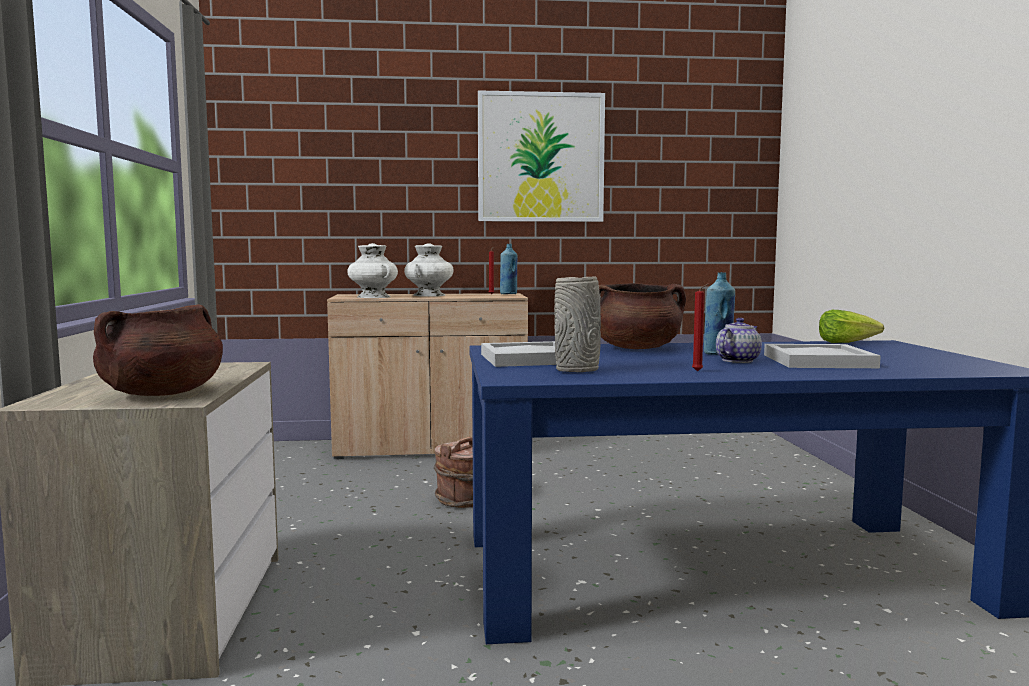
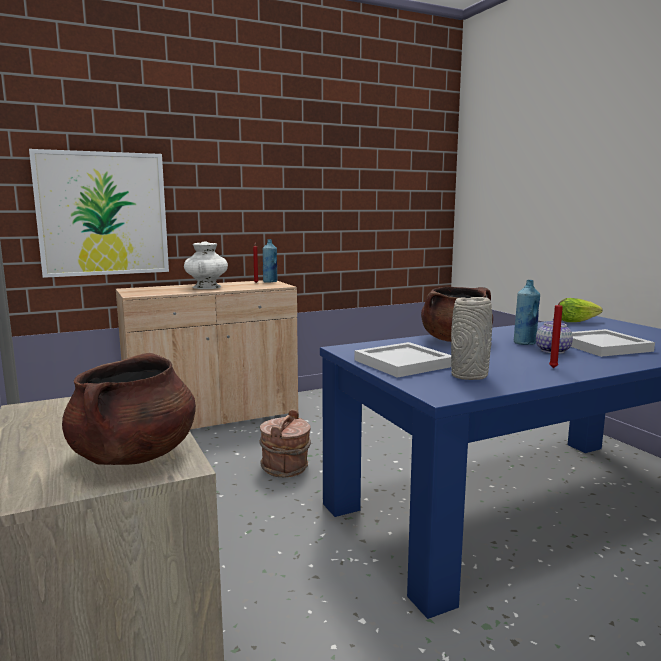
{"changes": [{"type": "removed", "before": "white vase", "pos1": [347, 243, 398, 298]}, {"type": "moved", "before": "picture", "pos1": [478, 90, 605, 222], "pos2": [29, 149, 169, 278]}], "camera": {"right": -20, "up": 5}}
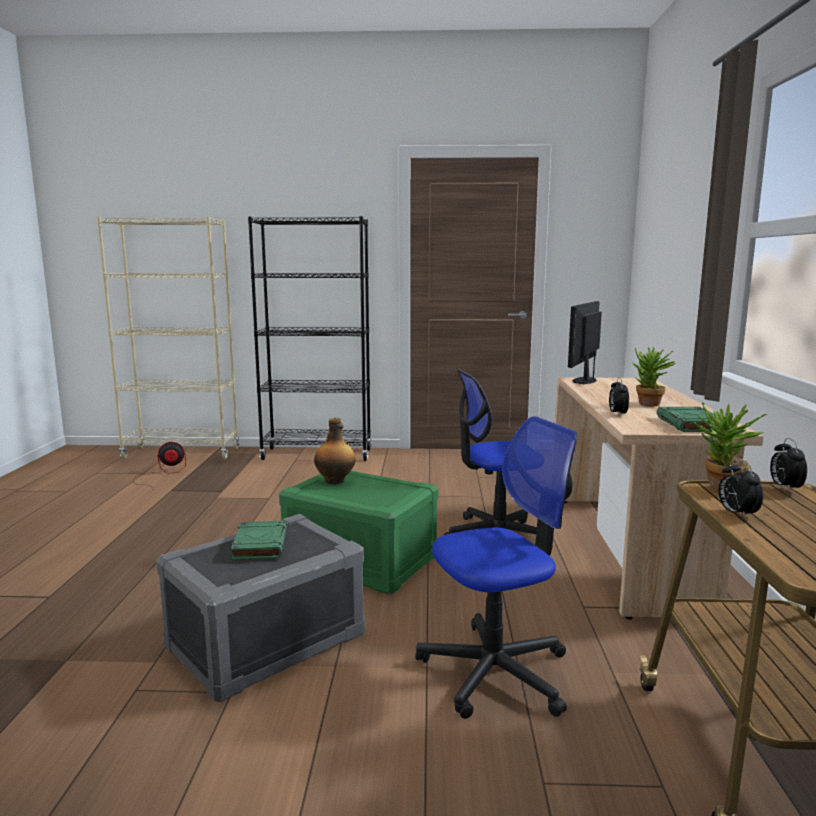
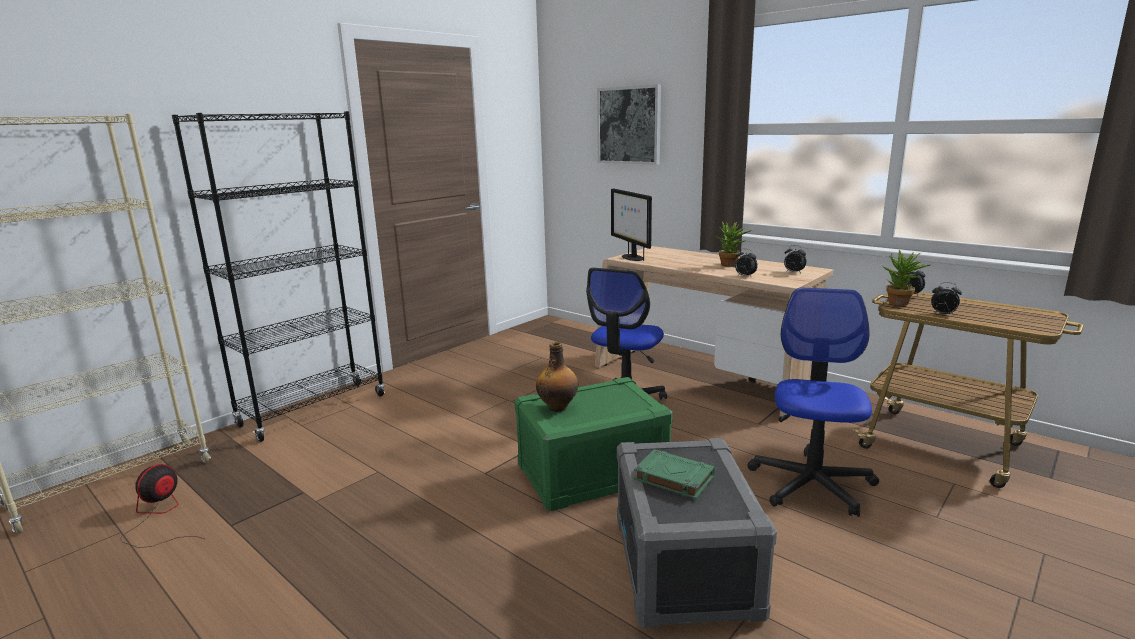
{"changes": [{"type": "added", "after": "picture", "pos2": [597, 84, 661, 165]}, {"type": "replaced", "before": "green book", "after": "alarm clock", "pos1": [657, 407, 716, 432], "pos2": [784, 245, 807, 273]}], "camera": {"right": -50, "up": 5}}
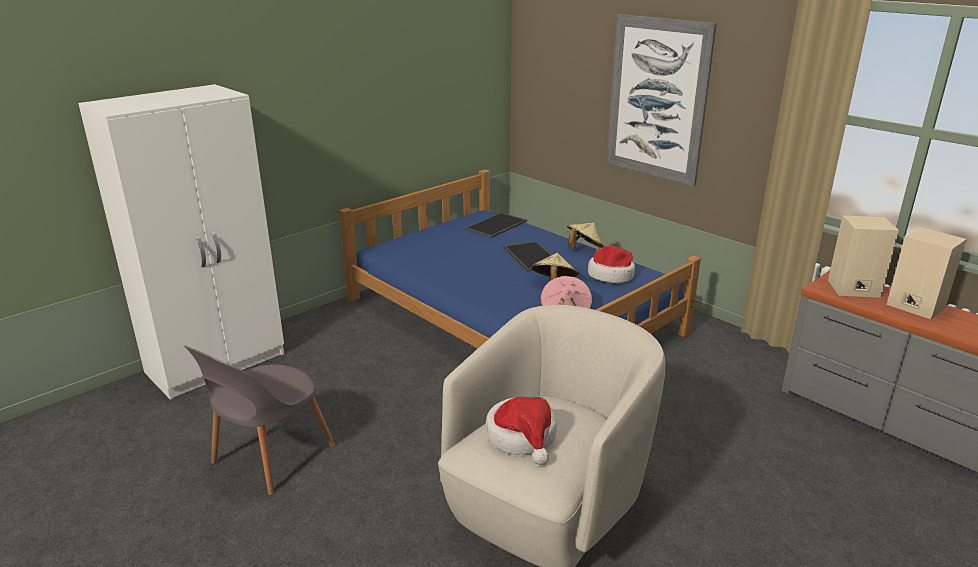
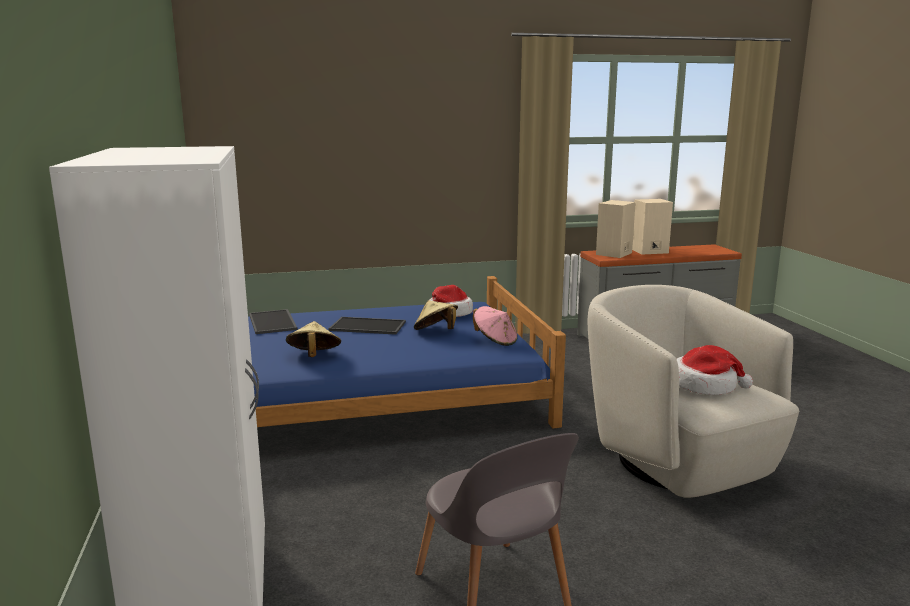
{"changes": [{"type": "removed", "before": "picture", "pos1": [607, 14, 717, 186]}, {"type": "moved", "before": "beige hat", "pos1": [567, 223, 604, 248], "pos2": [286, 321, 341, 357]}], "camera": {"right": -60, "up": -10}}
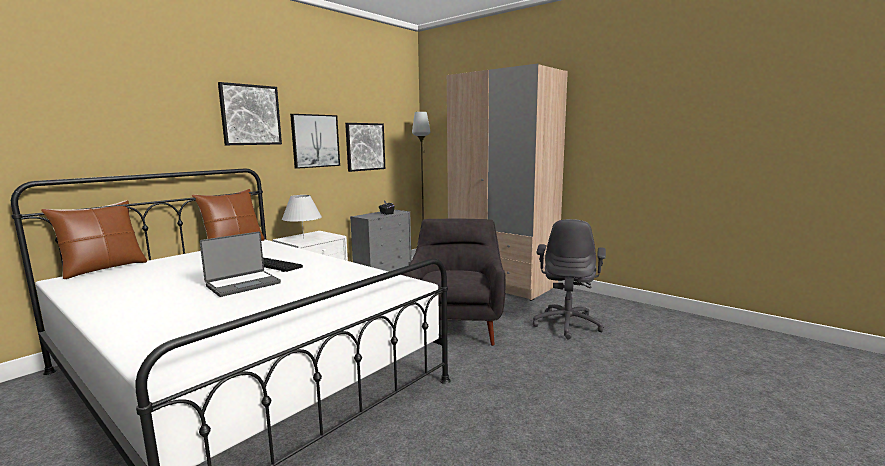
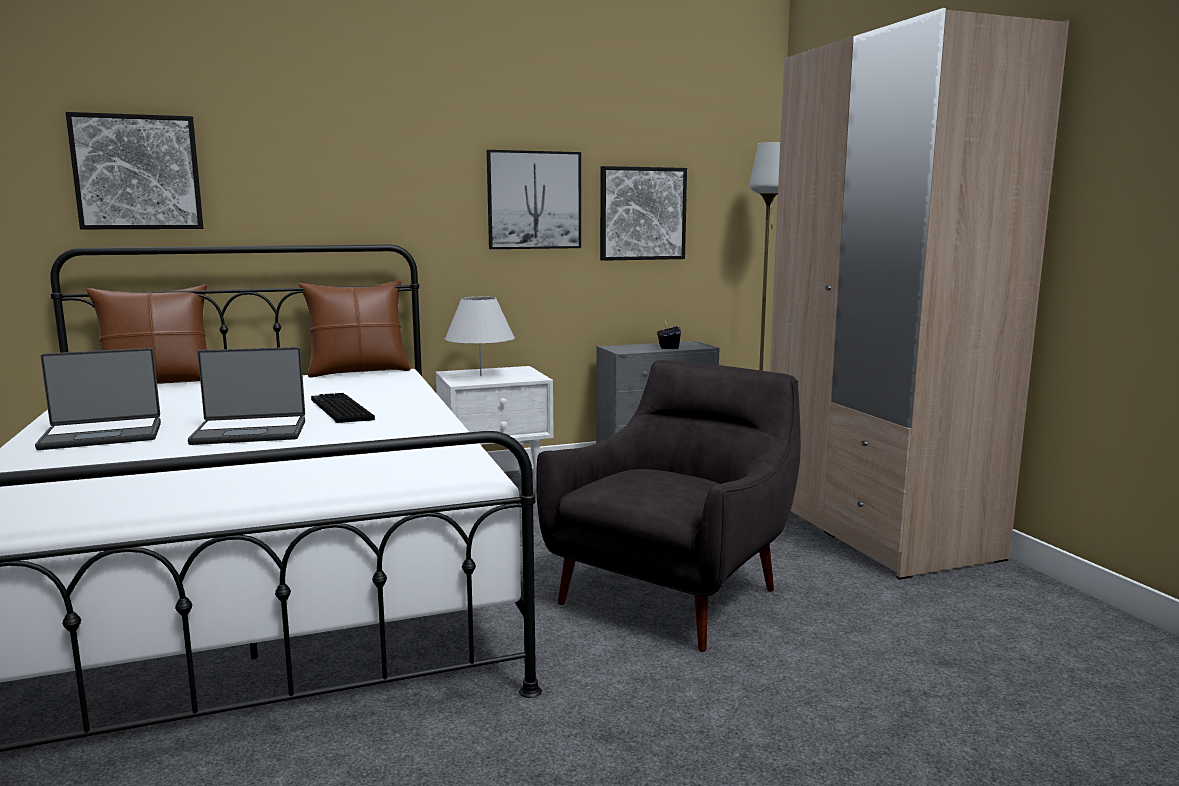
{"changes": [{"type": "removed", "before": "grey office chair", "pos1": [533, 219, 606, 339]}, {"type": "added", "after": "laptop", "pos2": [35, 348, 161, 450]}, {"type": "moved", "before": "picture", "pos1": [218, 82, 282, 145], "pos2": [66, 112, 204, 229]}], "camera": {"right": 30, "up": 0}}
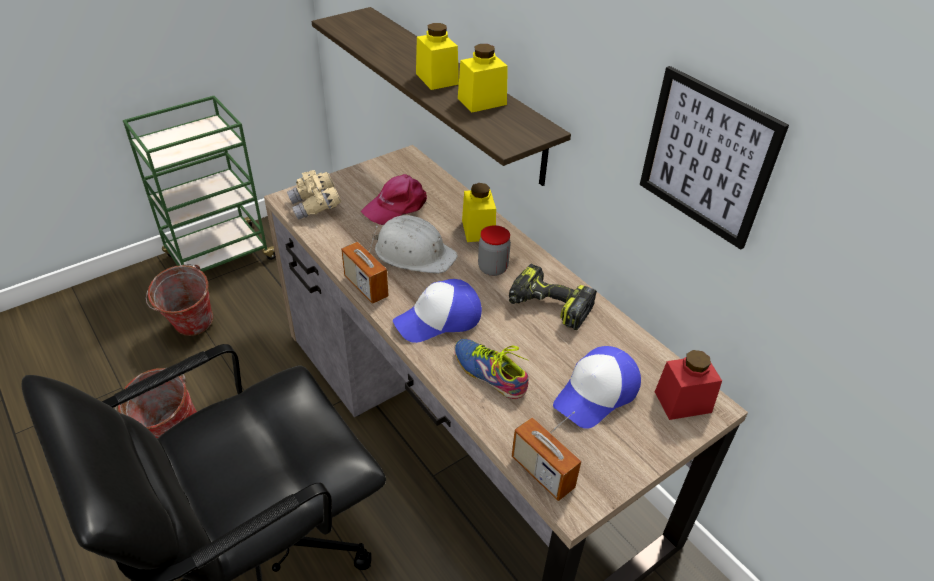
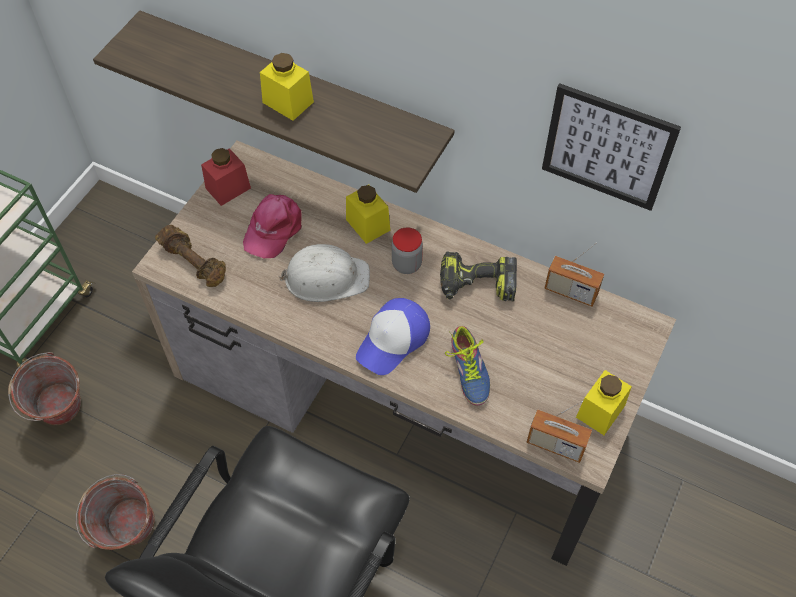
{"changes": [{"type": "removed", "before": "cap", "pos1": [553, 346, 641, 429]}, {"type": "moved", "before": "radio", "pos1": [341, 226, 389, 304], "pos2": [544, 243, 604, 307]}, {"type": "moved", "before": "yellow jar", "pos1": [458, 44, 508, 113], "pos2": [576, 370, 632, 435]}, {"type": "moved", "before": "red jar", "pos1": [655, 350, 722, 420], "pos2": [201, 148, 251, 206]}, {"type": "replaced", "before": "beige binoculars", "after": "brown dumbbell", "pos1": [287, 170, 341, 220], "pos2": [155, 225, 226, 287]}, {"type": "turned", "before": "shoe", "pos1": [455, 339, 529, 399], "pos2": [445, 326, 490, 405], "turn": -120}], "camera": {"right": -25, "up": 15}}
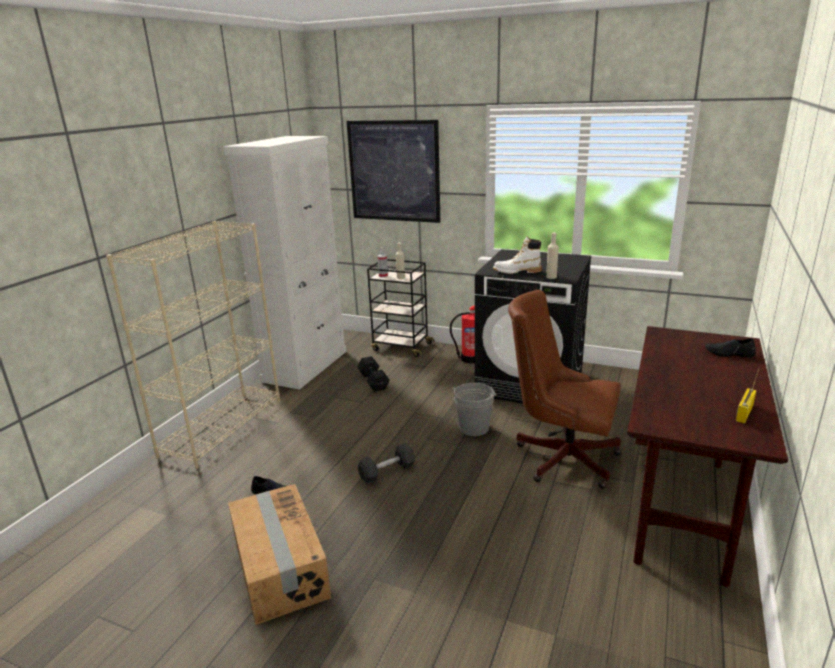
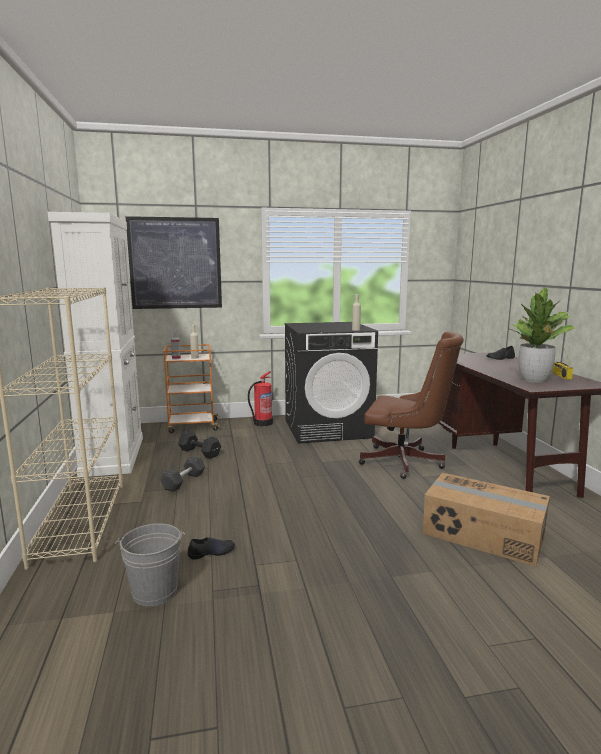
{"changes": [{"type": "removed", "before": "white boot", "pos1": [493, 236, 542, 274]}, {"type": "added", "after": "potted plant", "pos2": [507, 287, 574, 383]}, {"type": "moved", "before": "cardboard box", "pos1": [228, 484, 331, 625], "pos2": [423, 473, 550, 567]}, {"type": "moved", "before": "grey dumbbell", "pos1": [358, 443, 415, 484], "pos2": [161, 456, 205, 492]}, {"type": "moved", "before": "grey bucket", "pos1": [452, 383, 496, 436], "pos2": [115, 523, 185, 606]}, {"type": "recoloured", "before": "black cart", "after": "orange cart", "pos1": [367, 259, 435, 357], "pos2": [163, 344, 221, 433]}, {"type": "turned", "before": "brown office chair", "pos1": [508, 290, 621, 489], "pos2": [359, 331, 464, 479], "turn": -150}], "camera": {"right": -35, "up": -10}}
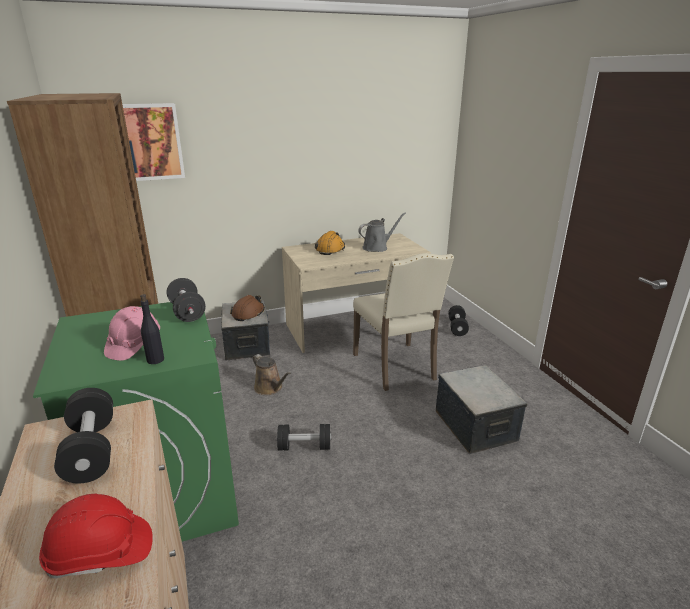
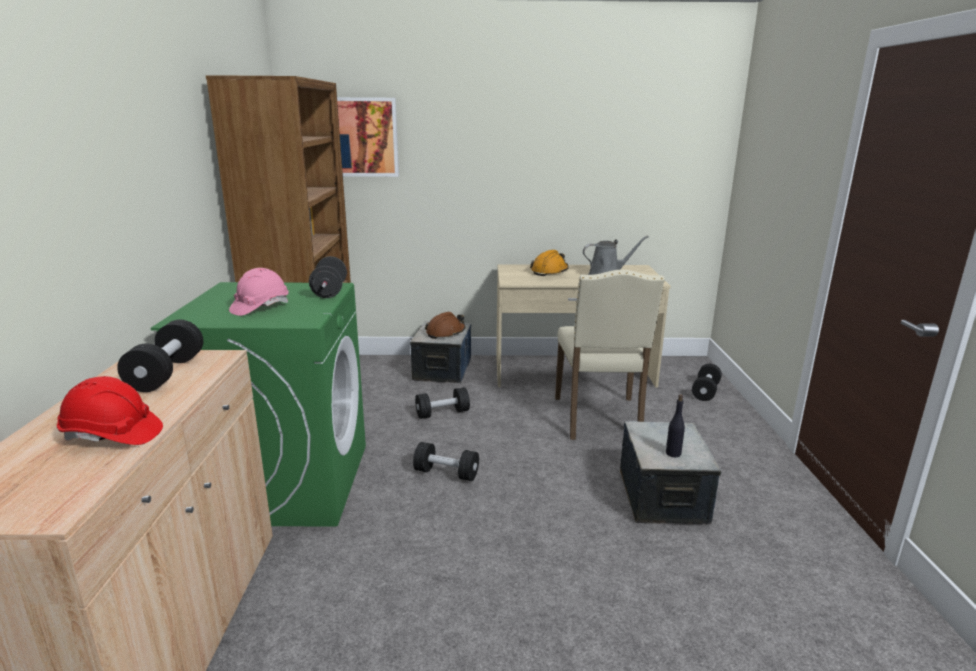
{"changes": [{"type": "moved", "before": "black bottle", "pos1": [140, 294, 164, 364], "pos2": [666, 394, 685, 458]}, {"type": "replaced", "before": "brown watering can", "after": "black dumbbell", "pos1": [253, 354, 291, 395], "pos2": [415, 387, 470, 419]}], "camera": {"right": 20, "up": -5}}
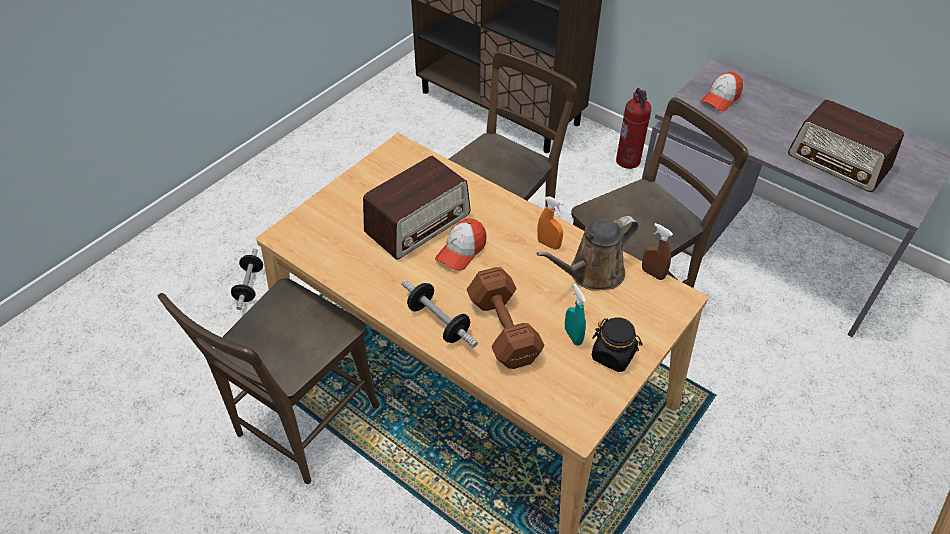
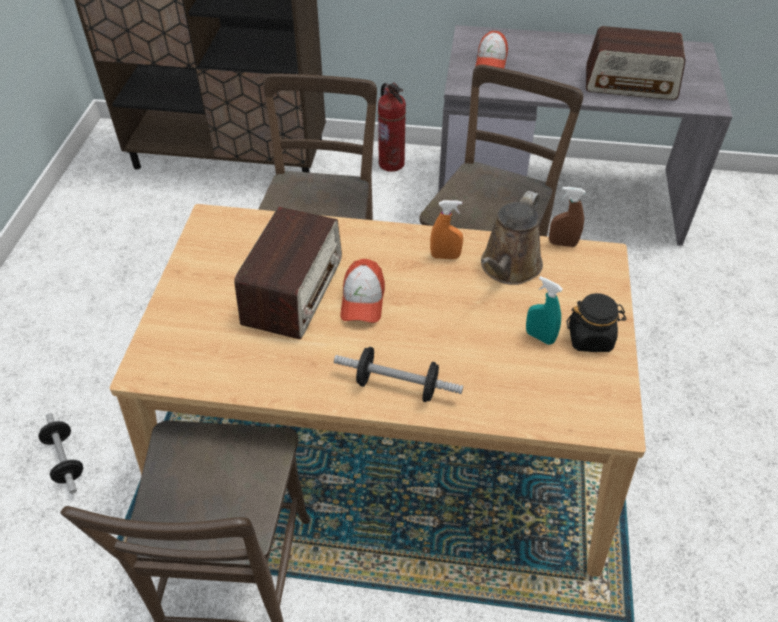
{"changes": [{"type": "removed", "before": "brown dumbbell", "pos1": [467, 267, 545, 369]}], "camera": {"right": -30, "up": 0}}
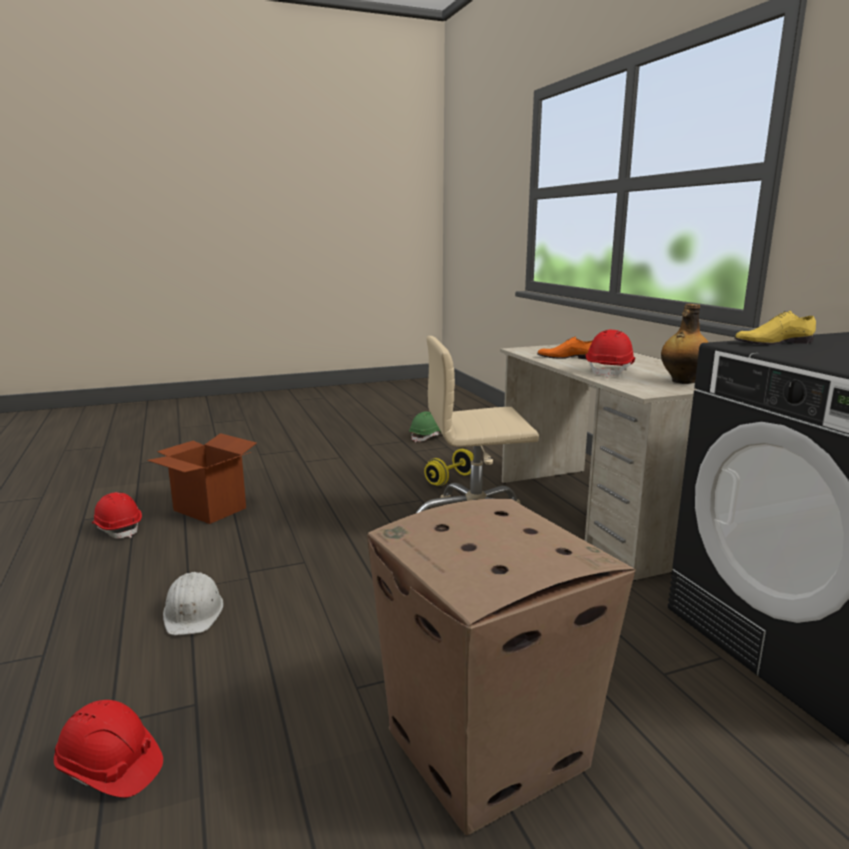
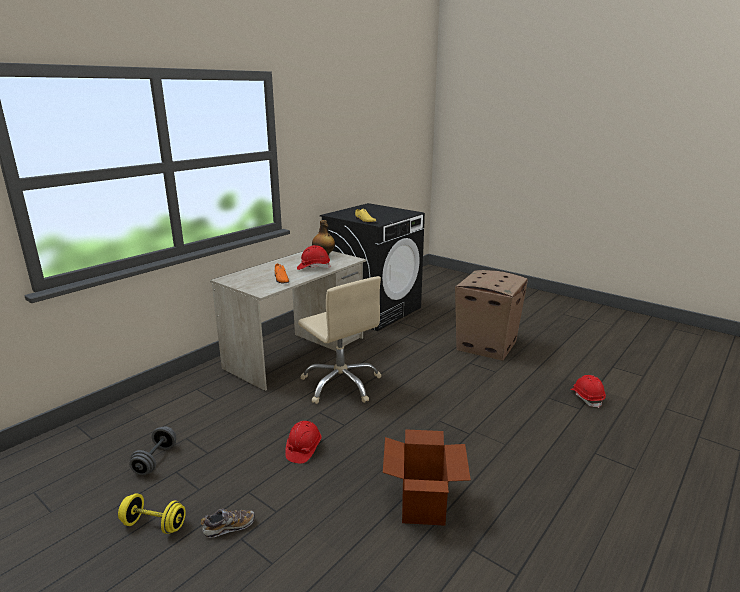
{"changes": [{"type": "removed", "before": "white hard hat", "pos1": [163, 572, 223, 635]}, {"type": "added", "after": "shoe", "pos2": [201, 508, 255, 538]}, {"type": "moved", "before": "red hard hat", "pos1": [92, 492, 142, 538], "pos2": [285, 421, 322, 464]}, {"type": "moved", "before": "yellow dumbbell", "pos1": [424, 449, 473, 486], "pos2": [118, 493, 186, 534]}, {"type": "replaced", "before": "green hard hat", "after": "grey dumbbell", "pos1": [409, 411, 441, 443], "pos2": [129, 426, 176, 475]}], "camera": {"right": -120, "up": 5}}
